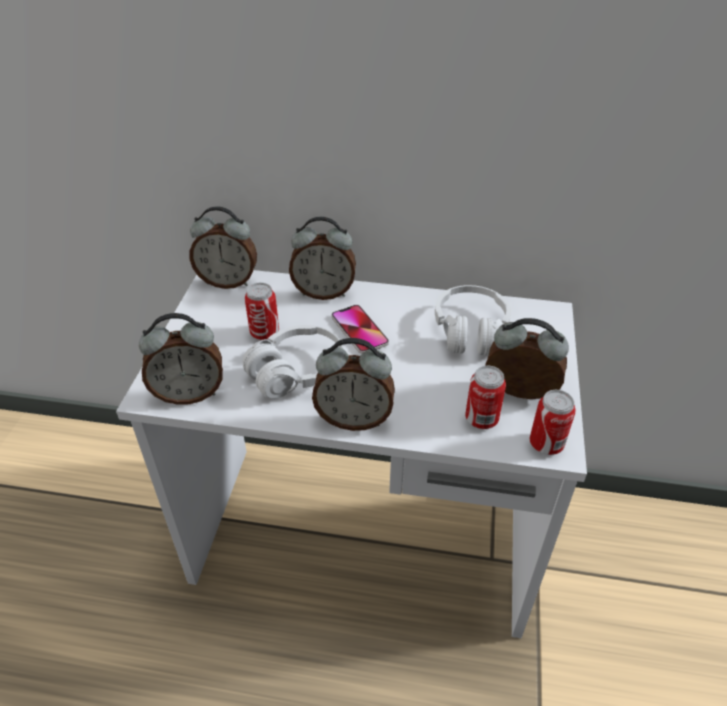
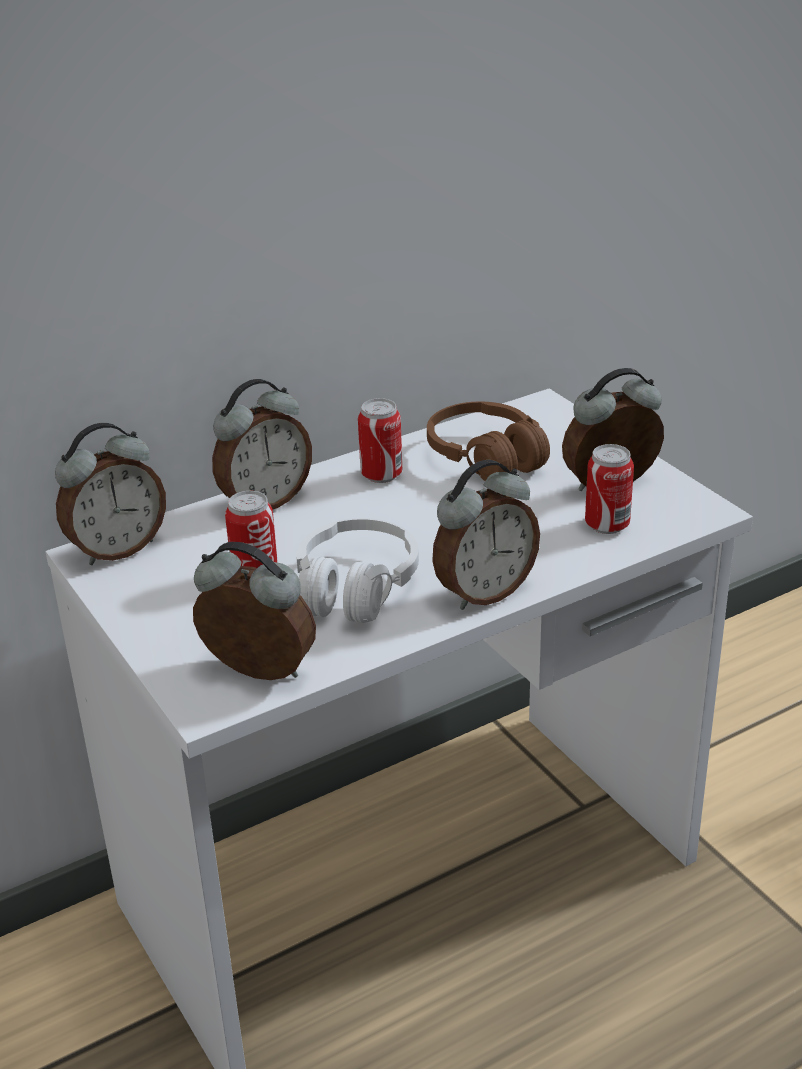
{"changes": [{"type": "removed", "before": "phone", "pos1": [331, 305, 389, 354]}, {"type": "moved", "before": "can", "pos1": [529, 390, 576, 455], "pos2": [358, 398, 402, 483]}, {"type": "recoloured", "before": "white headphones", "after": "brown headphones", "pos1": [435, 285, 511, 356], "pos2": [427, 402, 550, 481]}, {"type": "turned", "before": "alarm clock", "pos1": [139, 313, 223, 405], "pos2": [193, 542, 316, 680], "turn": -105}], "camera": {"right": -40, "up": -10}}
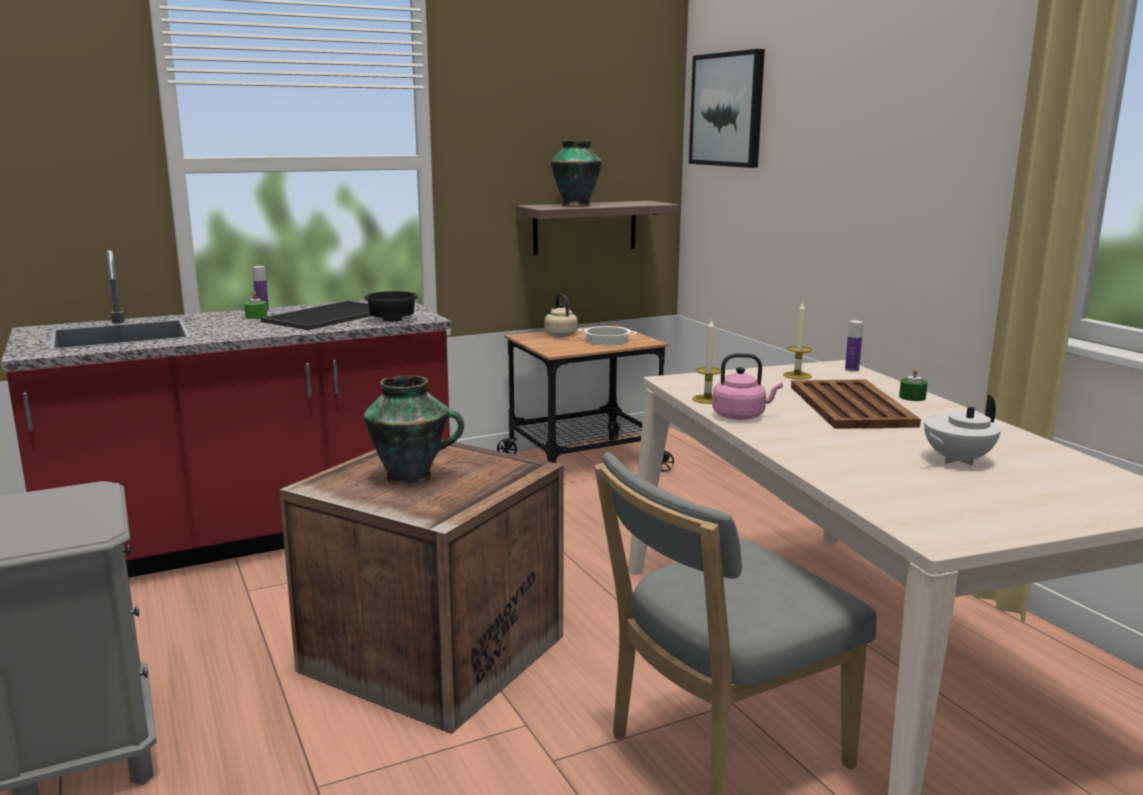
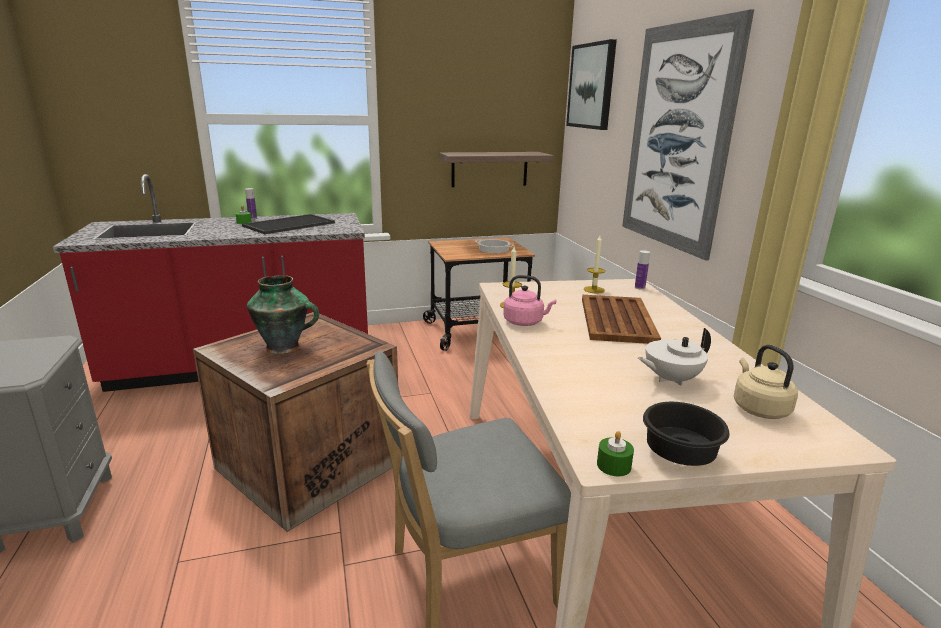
{"changes": [{"type": "removed", "before": "vase", "pos1": [551, 140, 602, 207]}, {"type": "added", "after": "picture", "pos2": [622, 9, 754, 261]}, {"type": "moved", "before": "black bowl", "pos1": [364, 291, 418, 322], "pos2": [643, 402, 730, 466]}, {"type": "moved", "before": "beige kettle", "pos1": [544, 294, 578, 337], "pos2": [734, 345, 798, 419]}, {"type": "moved", "before": "green candle", "pos1": [899, 368, 928, 401], "pos2": [597, 431, 634, 476]}], "camera": {"right": 10, "up": 5}}
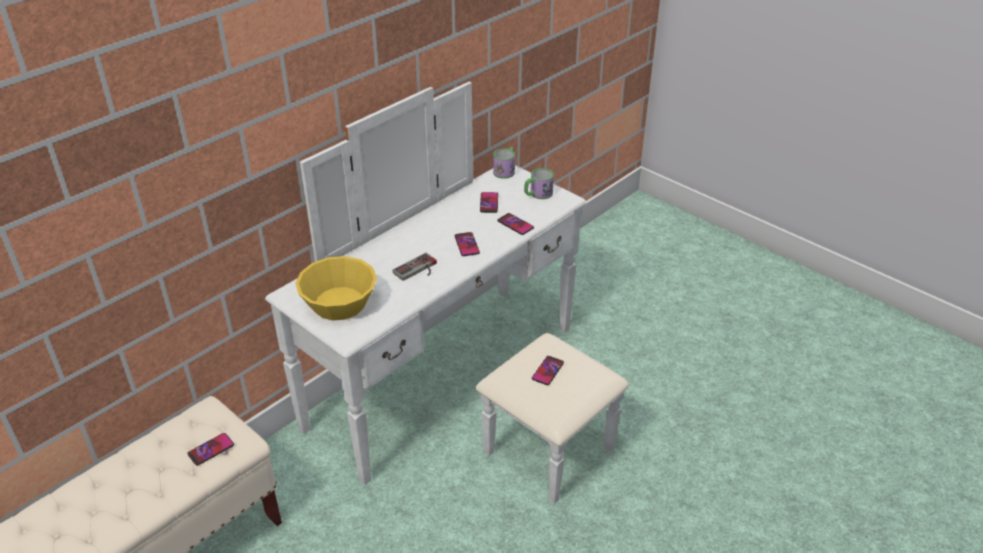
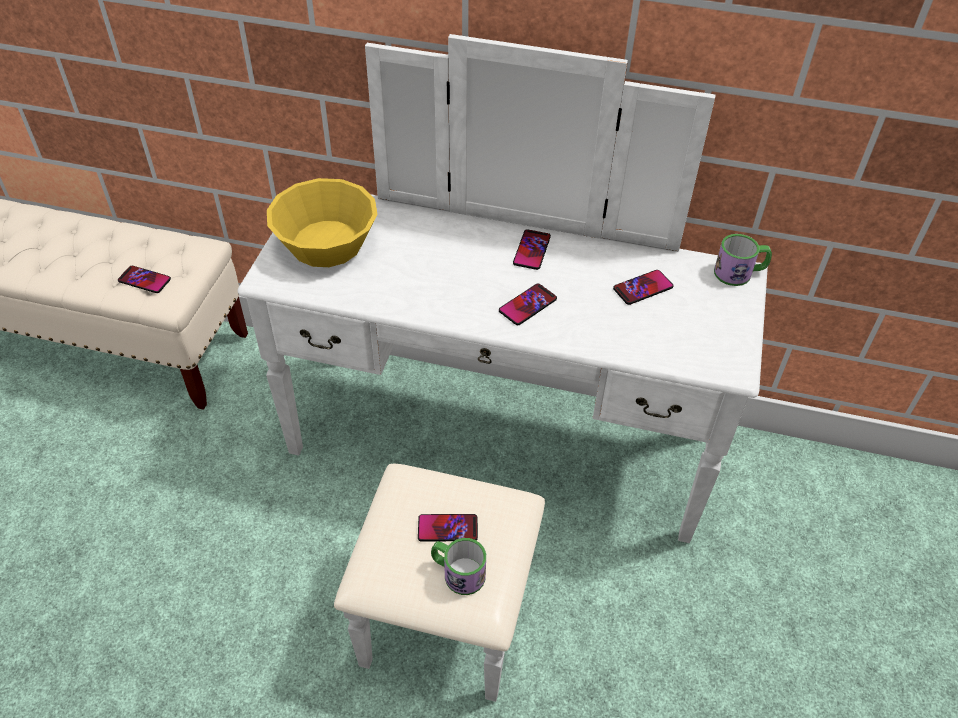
{"changes": [{"type": "removed", "before": "game controller", "pos1": [393, 253, 437, 281]}, {"type": "moved", "before": "phone", "pos1": [497, 213, 534, 235], "pos2": [513, 229, 551, 270]}, {"type": "moved", "before": "mug", "pos1": [524, 168, 554, 199], "pos2": [431, 538, 486, 595]}], "camera": {"right": 60, "up": 10}}
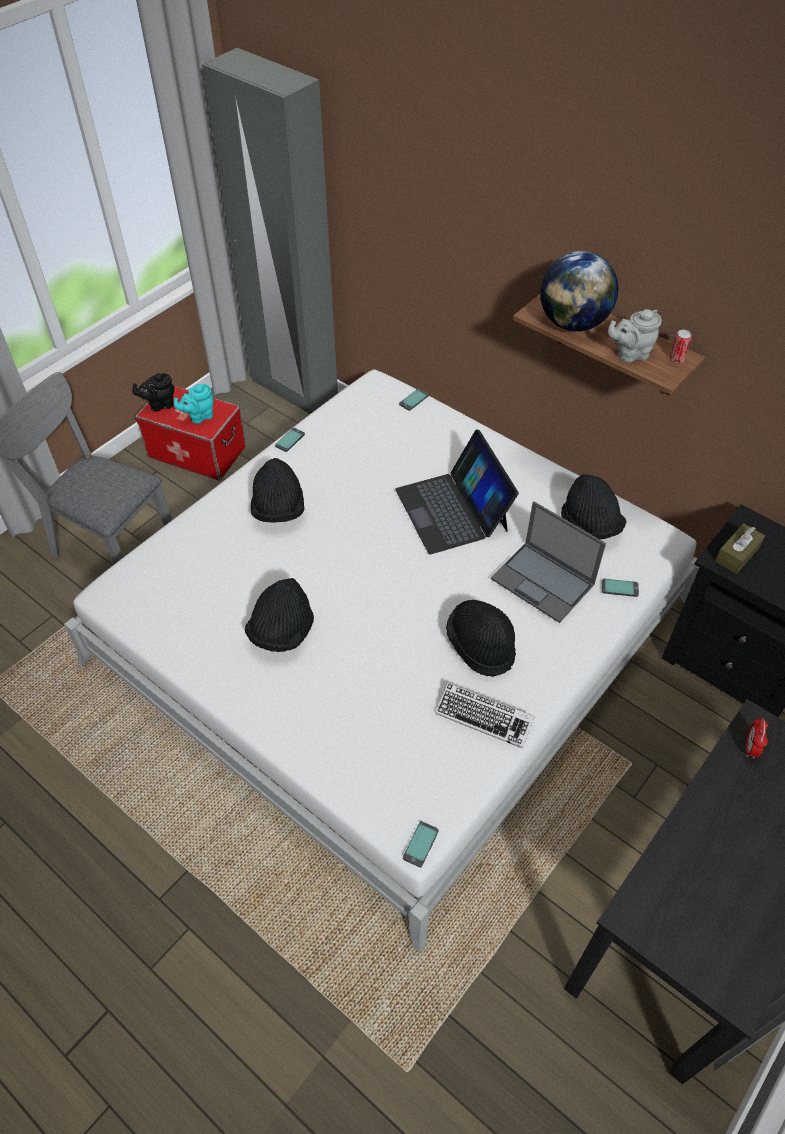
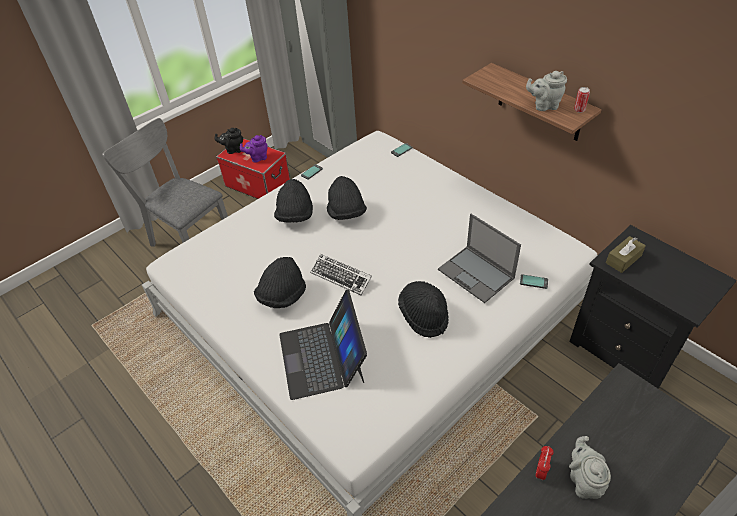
{"changes": [{"type": "removed", "before": "phone", "pos1": [403, 821, 438, 868]}, {"type": "removed", "before": "globe", "pos1": [540, 251, 619, 331]}, {"type": "added", "after": "grey teapot", "pos2": [569, 436, 611, 499]}, {"type": "moved", "before": "laptop", "pos1": [395, 429, 519, 555], "pos2": [279, 290, 367, 400]}, {"type": "moved", "before": "keyboard", "pos1": [435, 683, 535, 749], "pos2": [310, 254, 372, 295]}, {"type": "moved", "before": "black hat", "pos1": [561, 474, 627, 540], "pos2": [327, 176, 367, 220]}, {"type": "moved", "before": "alarm clock", "pos1": [746, 718, 768, 758], "pos2": [535, 446, 553, 480]}, {"type": "recoloured", "before": "turquoise teapot", "after": "purple teapot", "pos1": [174, 383, 214, 424], "pos2": [240, 135, 268, 163]}], "camera": {"right": 10, "up": -5}}
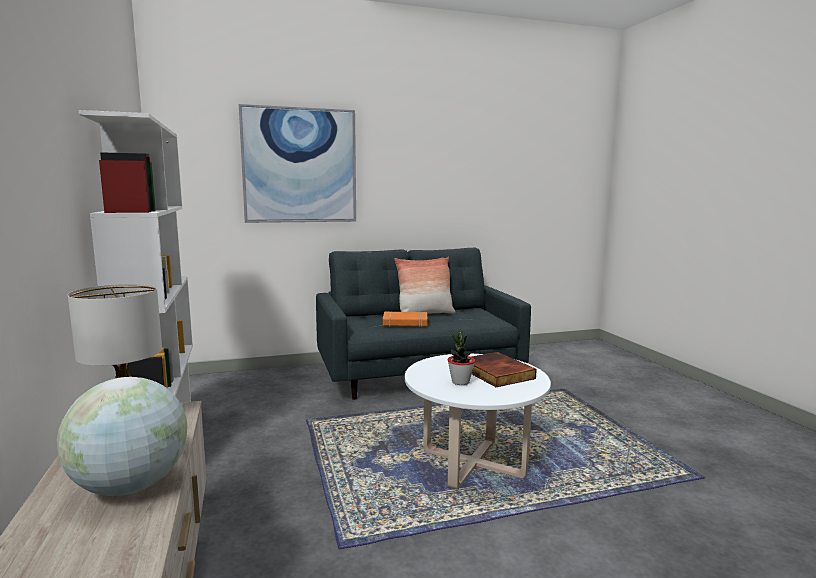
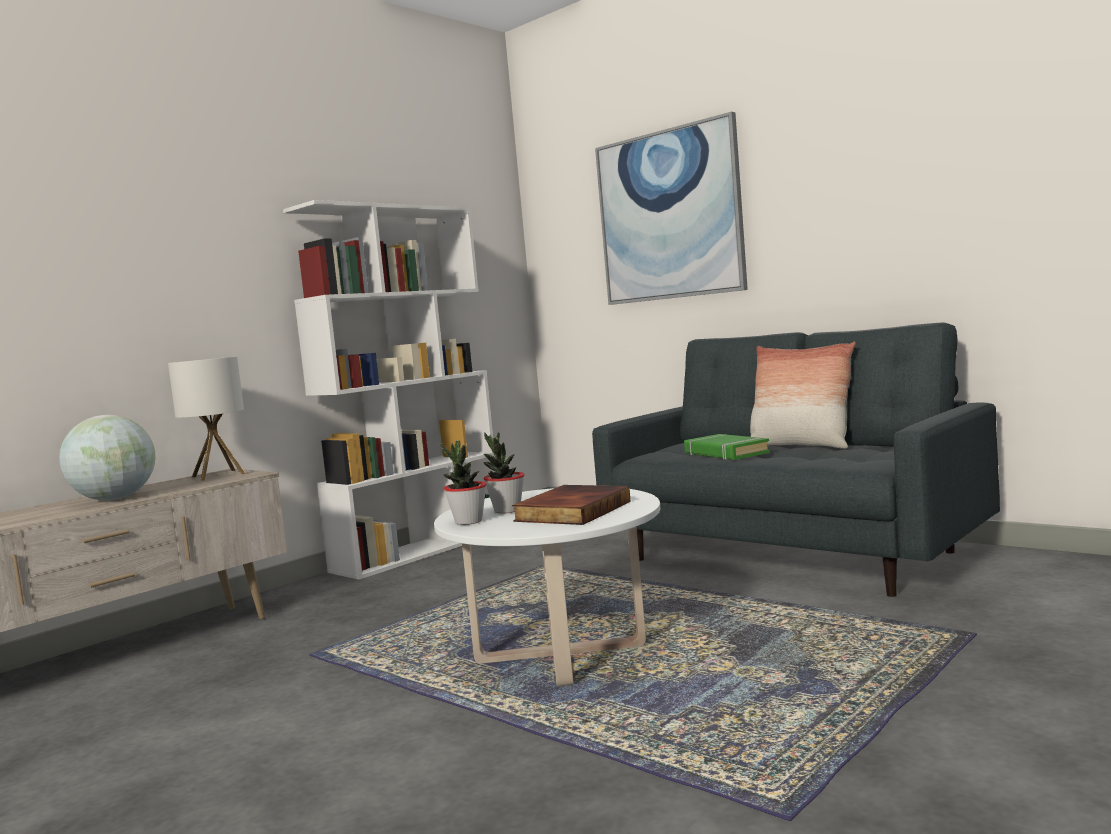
{"changes": [{"type": "added", "after": "potted plant", "pos2": [440, 441, 487, 525]}, {"type": "recoloured", "before": "orange book", "after": "green book", "pos1": [383, 312, 428, 327], "pos2": [684, 434, 770, 460]}], "camera": {"right": 60, "up": -5}}
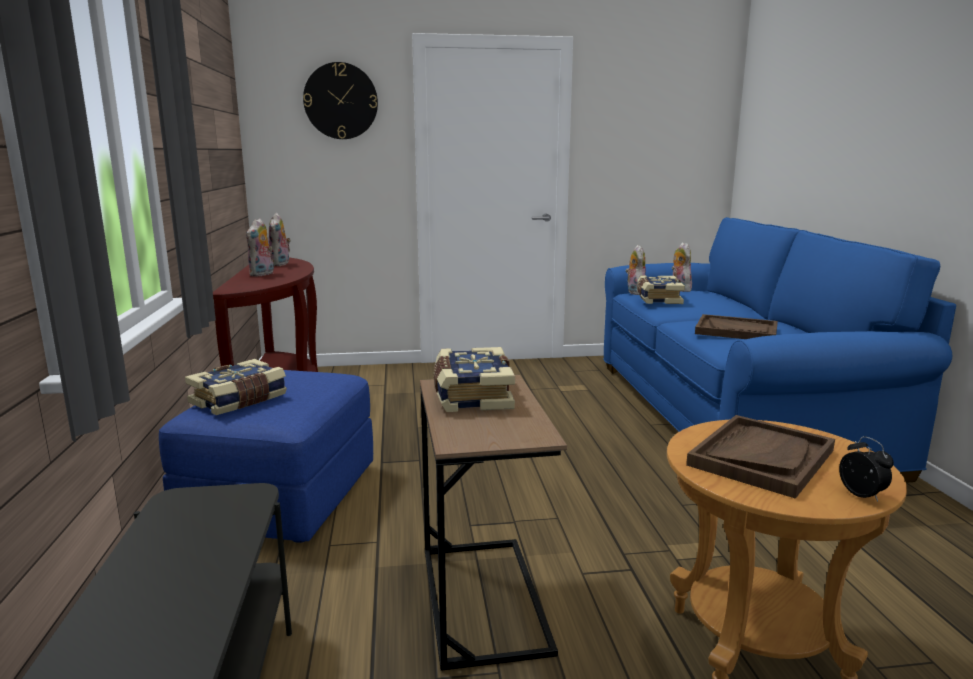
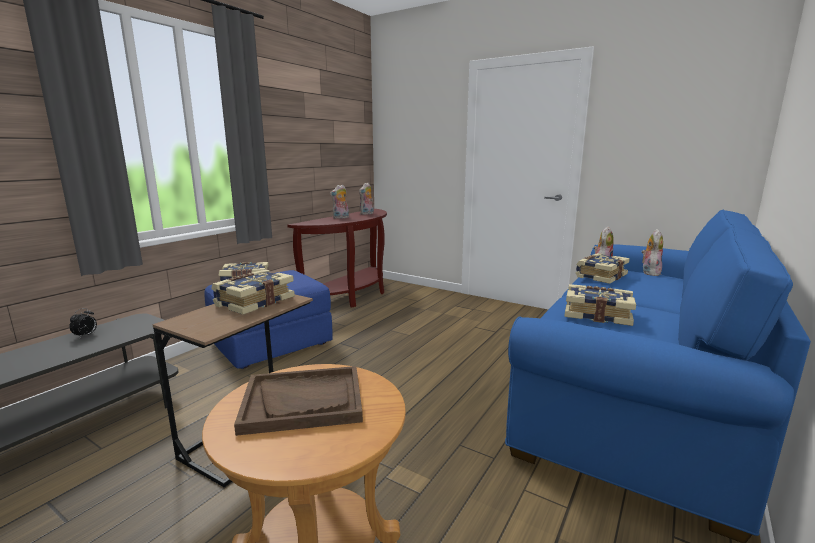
{"changes": [{"type": "removed", "before": "wall clock", "pos1": [303, 62, 378, 139]}, {"type": "moved", "before": "alarm clock", "pos1": [839, 436, 894, 502], "pos2": [69, 308, 97, 338]}, {"type": "replaced", "before": "brown tray", "after": "book", "pos1": [695, 314, 778, 339], "pos2": [565, 284, 636, 326]}], "camera": {"right": 40, "up": 0}}
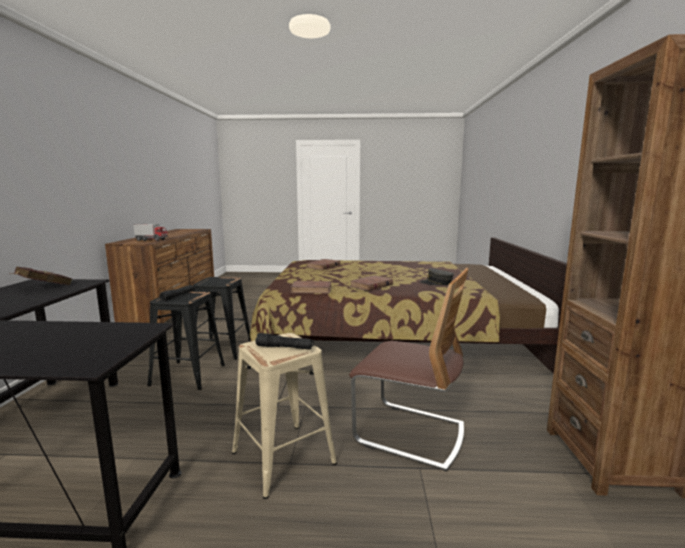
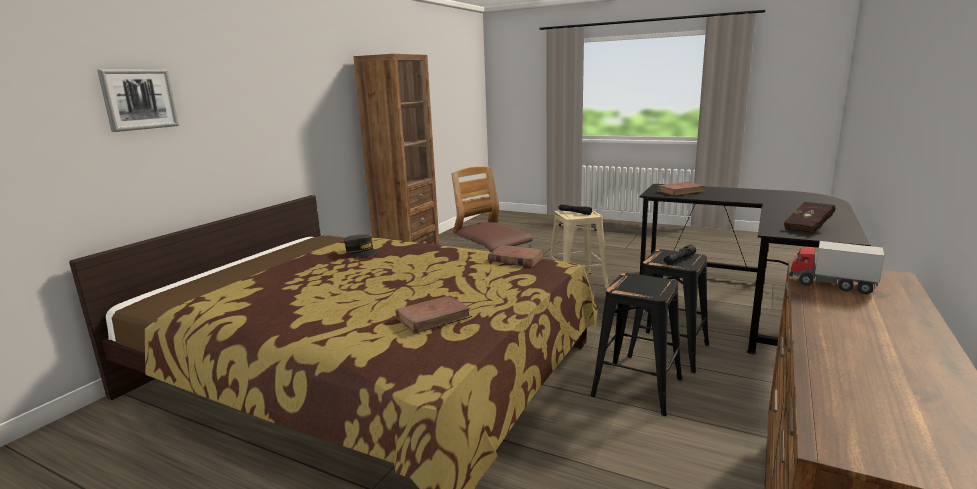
{"changes": [{"type": "added", "after": "picture", "pos2": [97, 69, 179, 132]}, {"type": "moved", "before": "brown book", "pos1": [349, 275, 393, 291], "pos2": [657, 182, 705, 196]}], "camera": {"right": -155, "up": 5}}
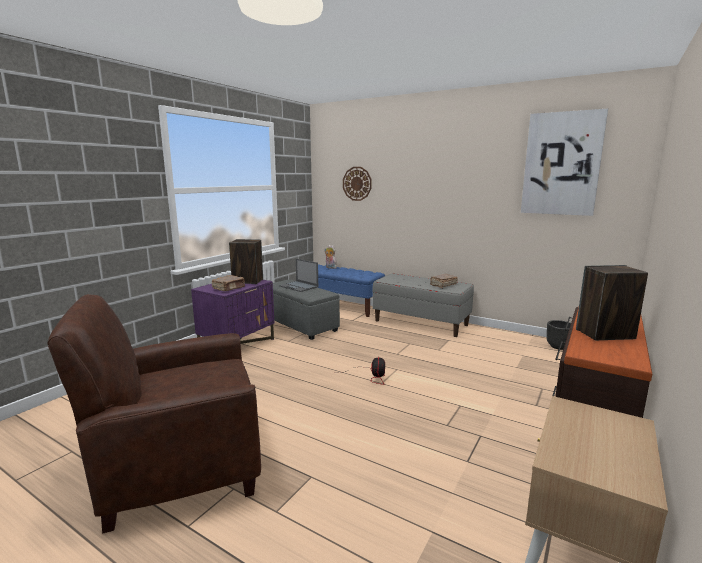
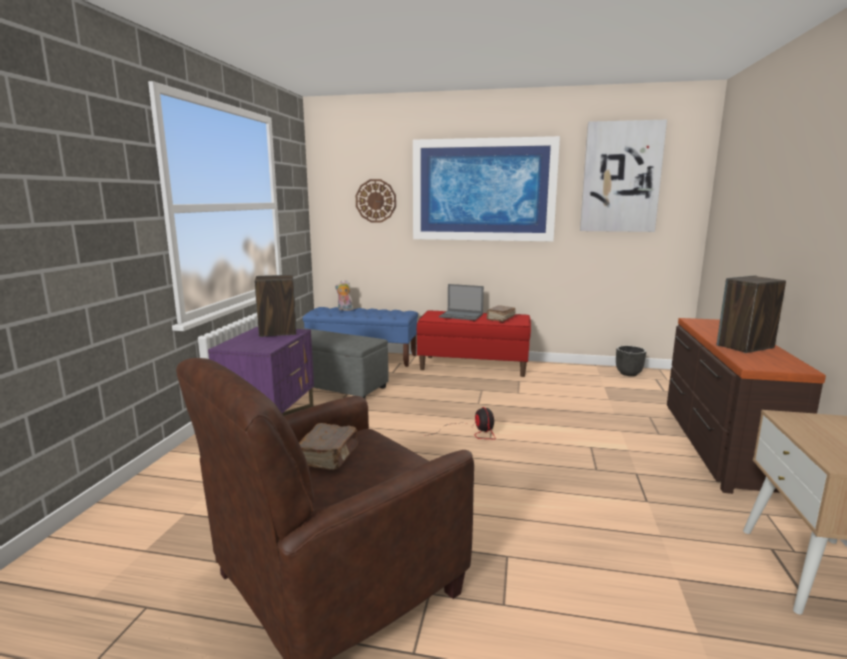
{"changes": [{"type": "added", "after": "picture", "pos2": [413, 136, 560, 241]}, {"type": "moved", "before": "brown book", "pos1": [212, 275, 245, 291], "pos2": [299, 423, 359, 470]}, {"type": "moved", "before": "laptop", "pos1": [279, 259, 318, 292], "pos2": [439, 284, 484, 320]}, {"type": "recoloured", "before": "grey bench", "after": "red bench", "pos1": [372, 273, 474, 337], "pos2": [417, 311, 531, 377]}], "camera": {"right": -20, "up": 0}}
